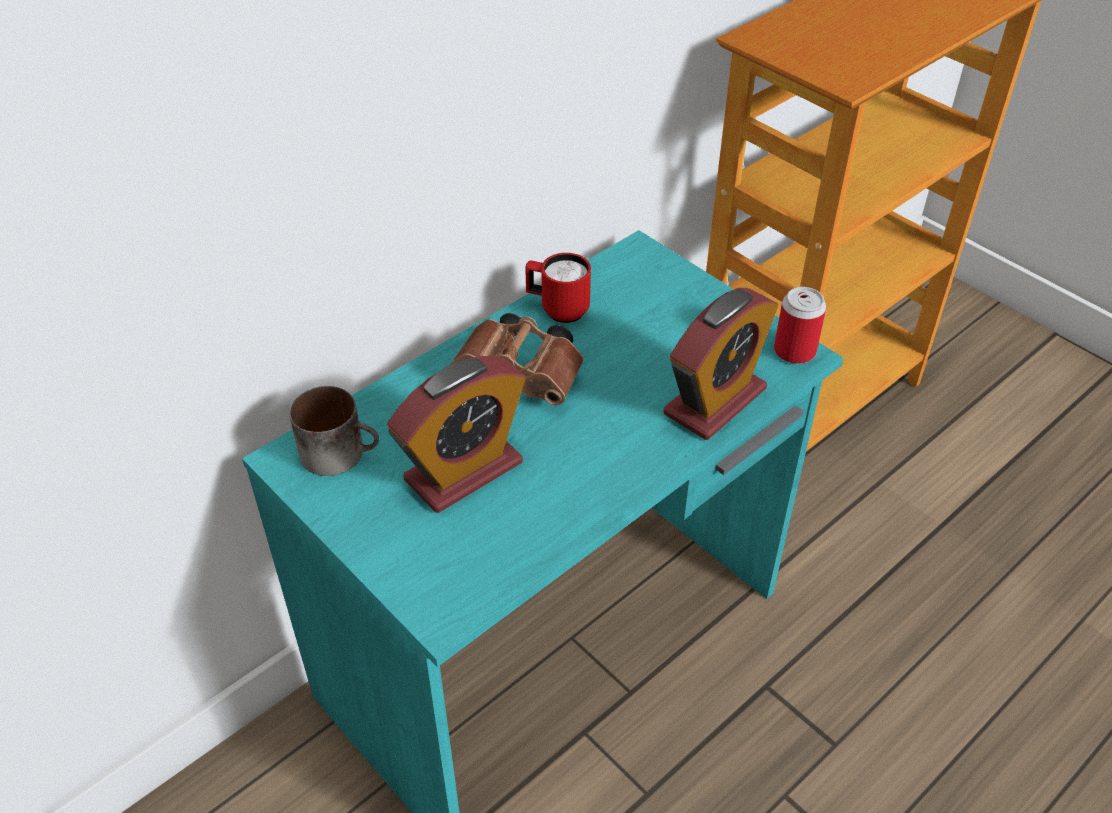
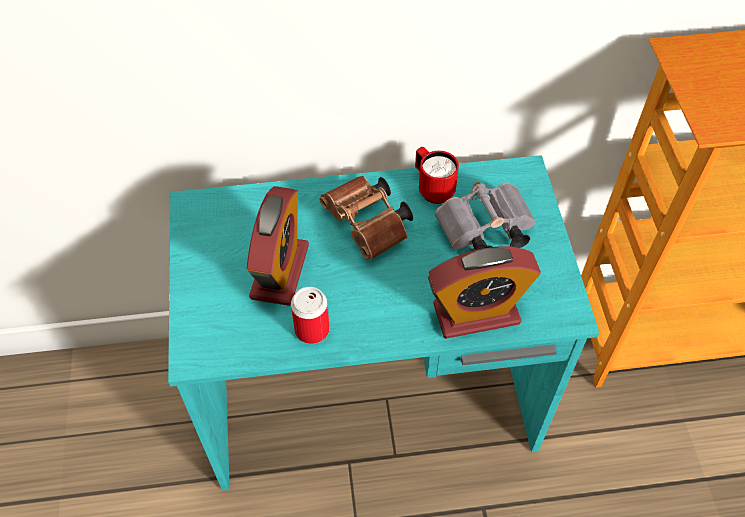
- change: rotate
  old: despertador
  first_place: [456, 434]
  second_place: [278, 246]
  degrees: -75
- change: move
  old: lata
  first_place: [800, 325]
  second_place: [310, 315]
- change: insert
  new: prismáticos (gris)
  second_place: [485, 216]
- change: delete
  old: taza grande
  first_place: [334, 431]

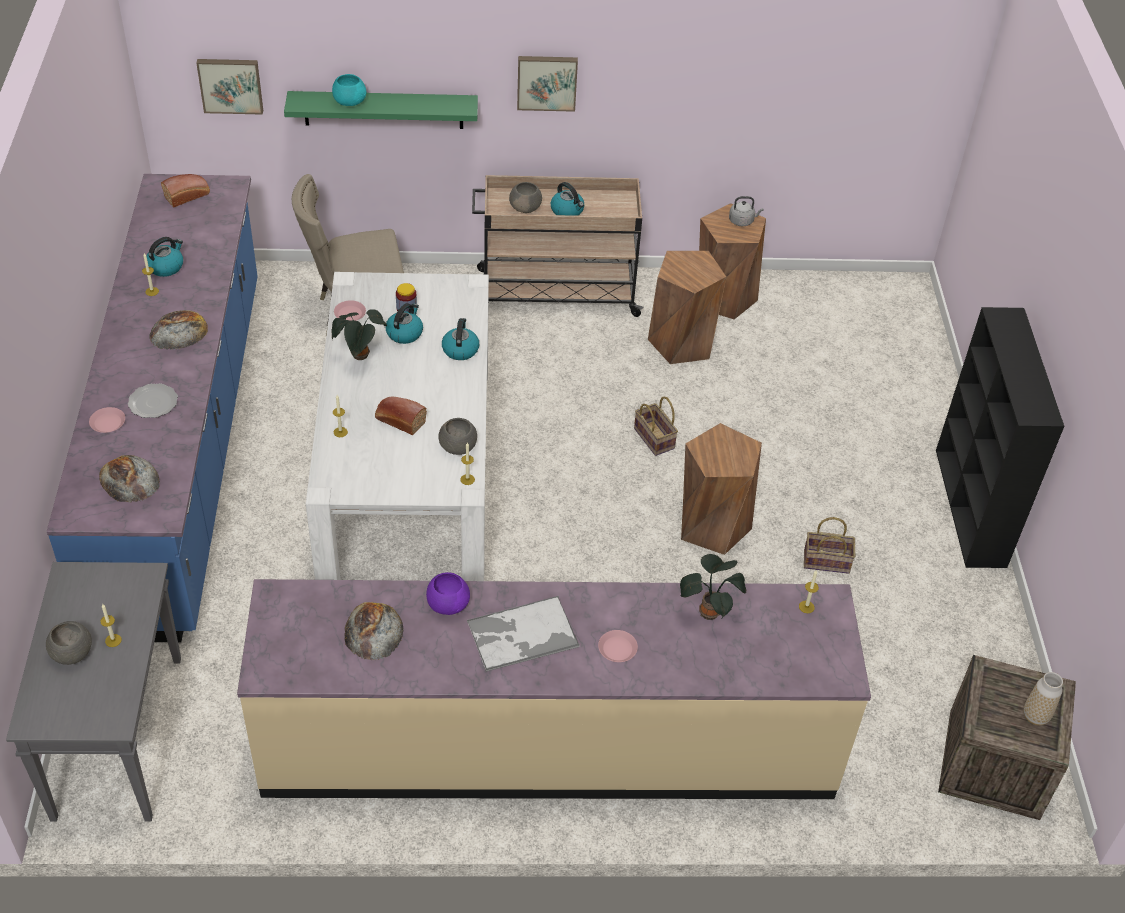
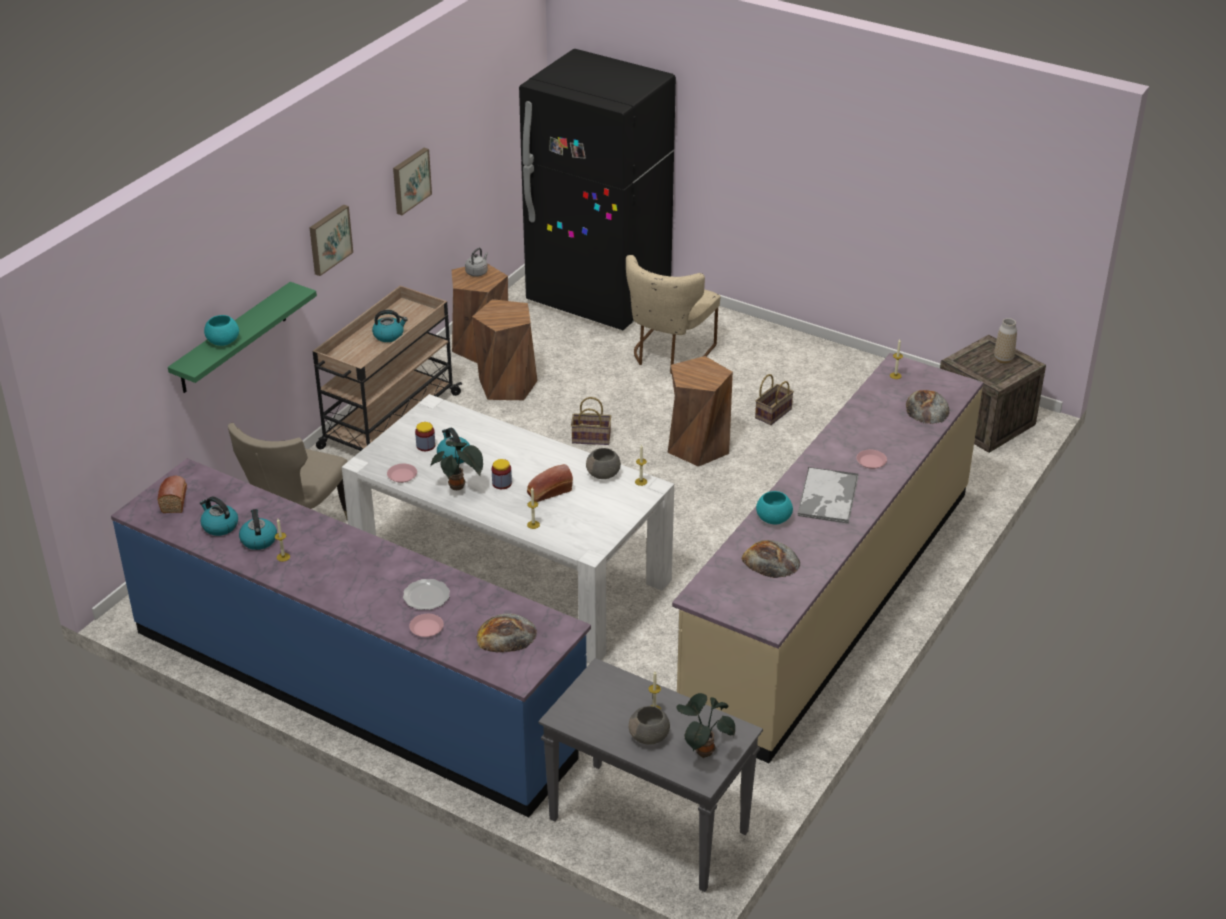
- change: move
  old: hervidor
  first_place: [460, 339]
  second_place: [219, 516]
- change: move
  old: cuadro
  first_place: [229, 87]
  second_place: [412, 181]
- change: insert
  new: tarro
  second_place: [502, 474]
- change: insert
  new: nevera (negro)
  second_place: [597, 189]
- change: insert
  new: silla (beis)
  second_place: [673, 314]
- change: move
  old: planta en maceta
  first_place: [713, 587]
  second_place: [705, 725]
- change: recolor
  old: cuenco (morado)
  new: cuenco (turquesa)
  first_place: [448, 593]
  second_place: [774, 508]
- change: move
  old: pan
  first_place: [178, 330]
  second_place: [927, 407]
- change: delete
  old: cuenco (gris)
  first_place: [525, 197]
- change: delete
  old: estantería (negro)
  first_place: [1000, 437]

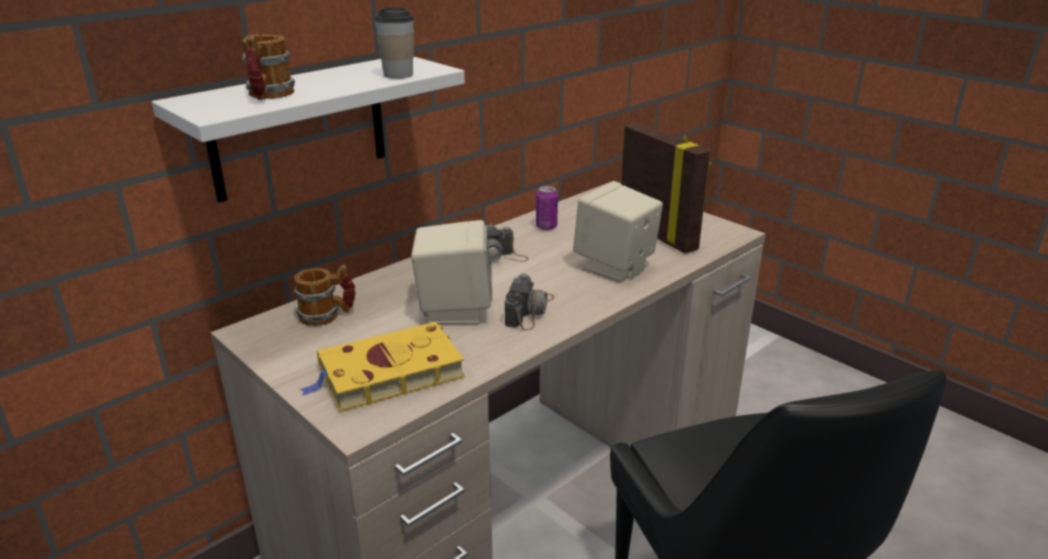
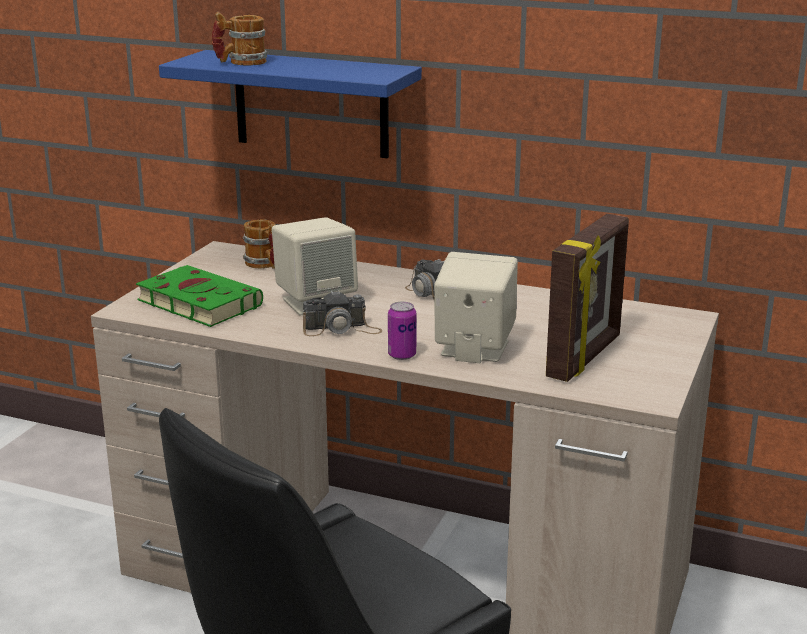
- change: recolor
  old: libro (amarillo)
  new: libro (verde)
  first_place: [382, 366]
  second_place: [199, 296]
- change: recolor
  old: estante (blanco)
  new: estante (azul)
  first_place: [308, 130]
  second_place: [290, 104]
- change: move
  old: lata
  first_place: [547, 208]
  second_place: [402, 331]
- change: delete
  old: taza
  first_place: [394, 43]

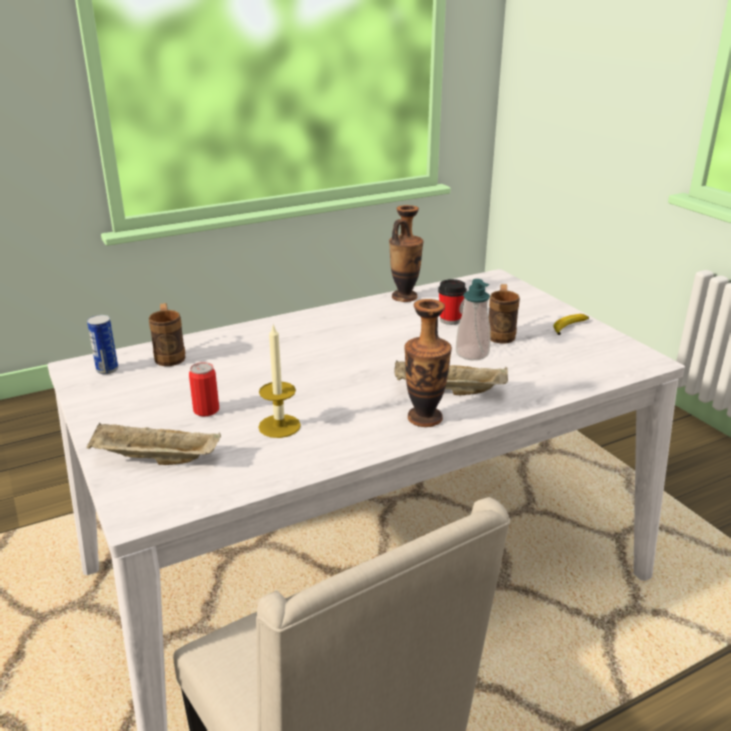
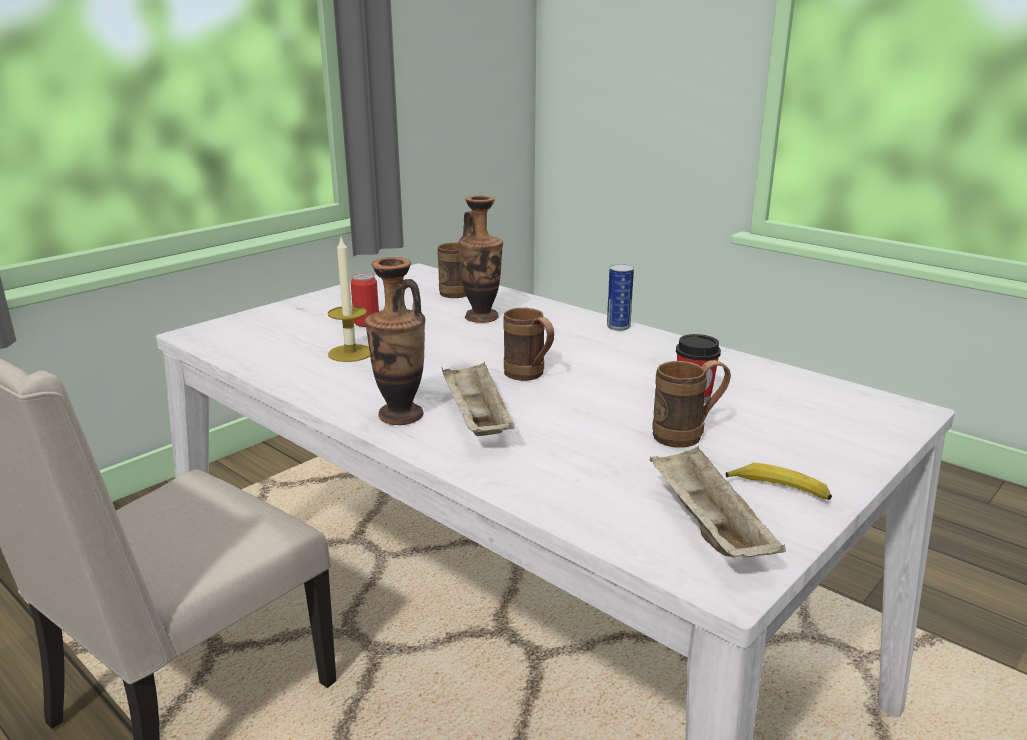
- change: move
  old: florero
  first_place: [406, 253]
  second_place: [480, 259]
- change: insert
  new: taza grande (marrón)
  second_place: [528, 344]
- change: move
  old: lata
  first_place: [102, 344]
  second_place: [620, 297]
- change: move
  old: bandeja (beis)
  first_place: [154, 444]
  second_place: [718, 502]
- change: delete
  old: dispensador de jabón
  first_place: [473, 319]

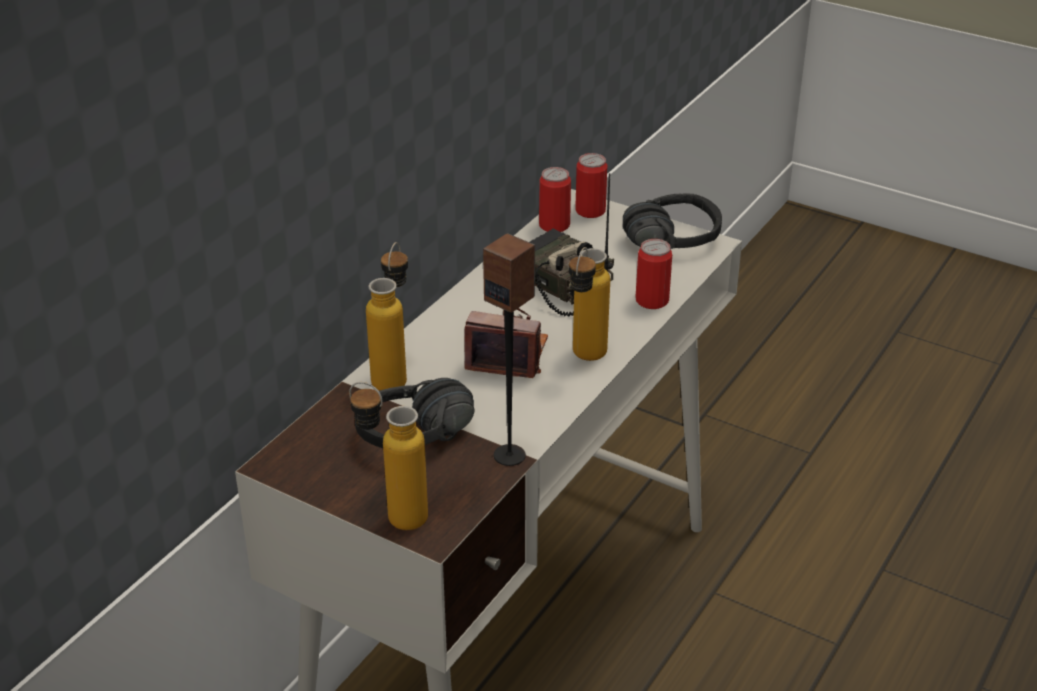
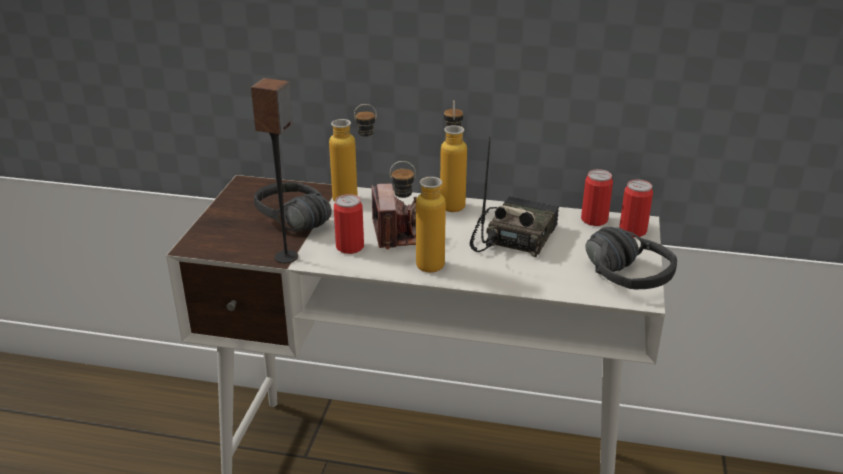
- change: move
  old: lata
  first_place: [653, 274]
  second_place: [349, 224]
- change: move
  old: botella
  first_place: [388, 456]
  second_place: [453, 156]

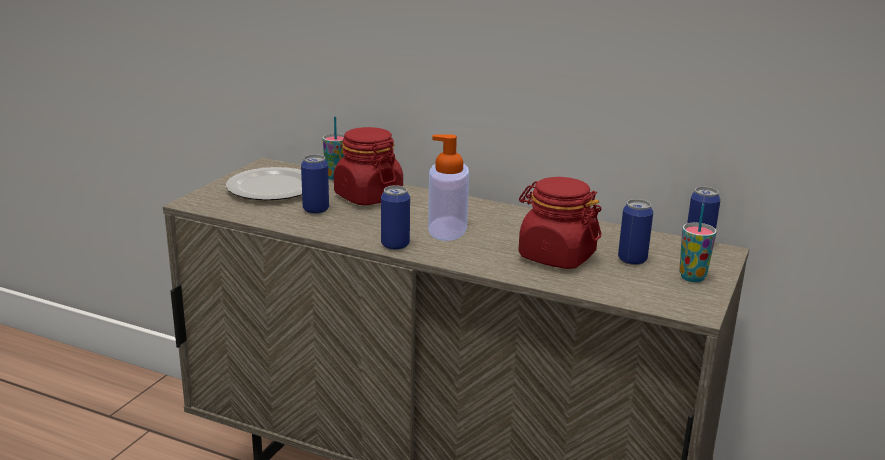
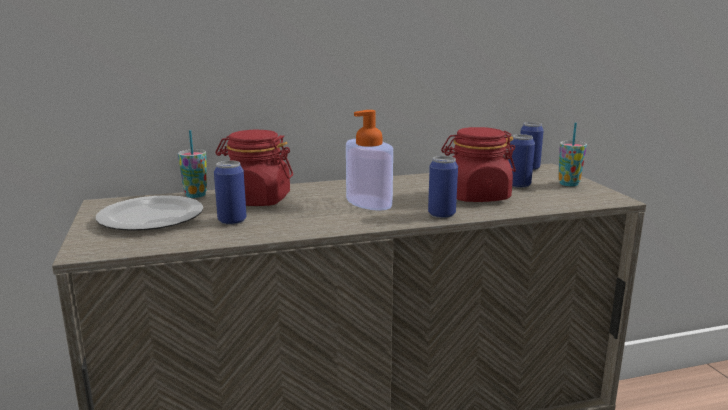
- change: move
  old: lata
  first_place: [395, 217]
  second_place: [443, 187]

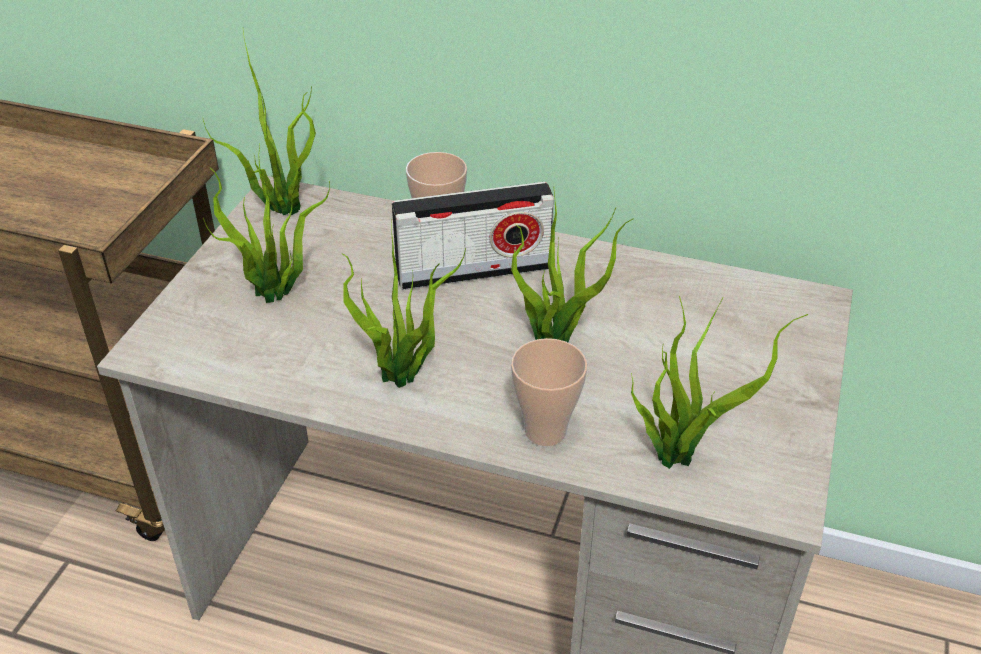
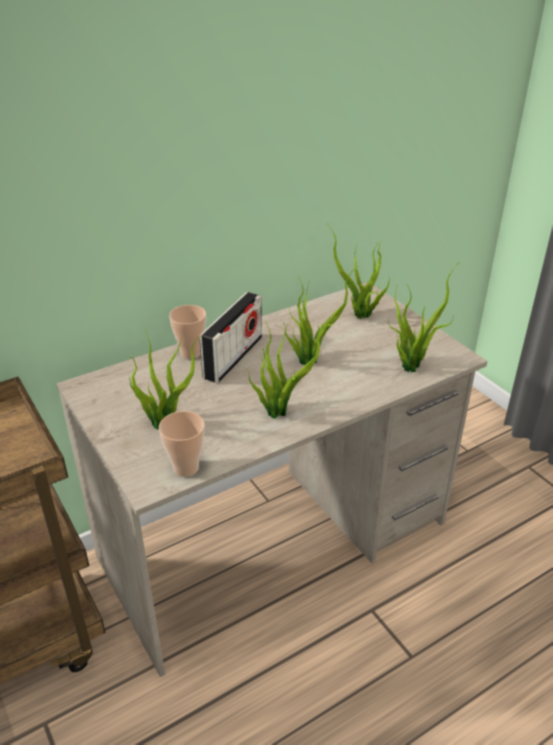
- change: move
  old: taza
  first_place: [549, 392]
  second_place: [182, 444]
- change: move
  old: planta en maceta
  first_place: [259, 123]
  second_place: [359, 272]

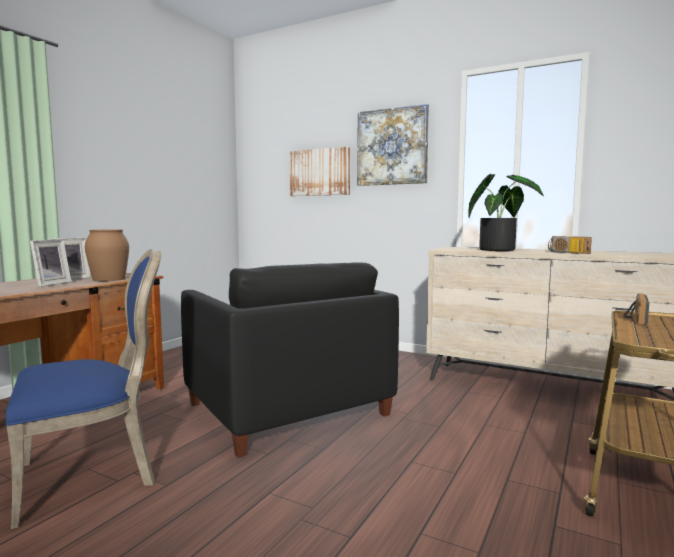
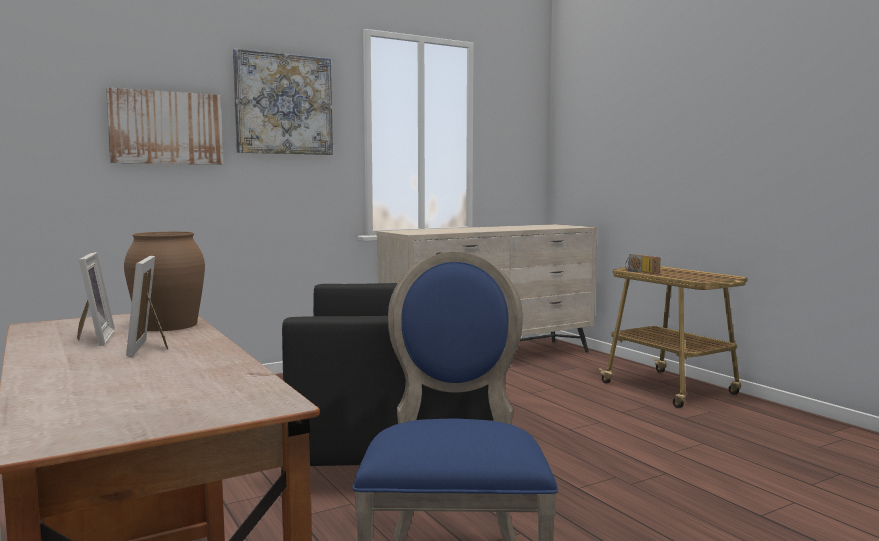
- change: rotate
  old: portarretratos
  first_place: [50, 263]
  second_place: [147, 306]
  degrees: -150
- change: delete
  old: planta en maceta
  first_place: [506, 212]
- change: delete
  old: radio
  first_place: [570, 245]

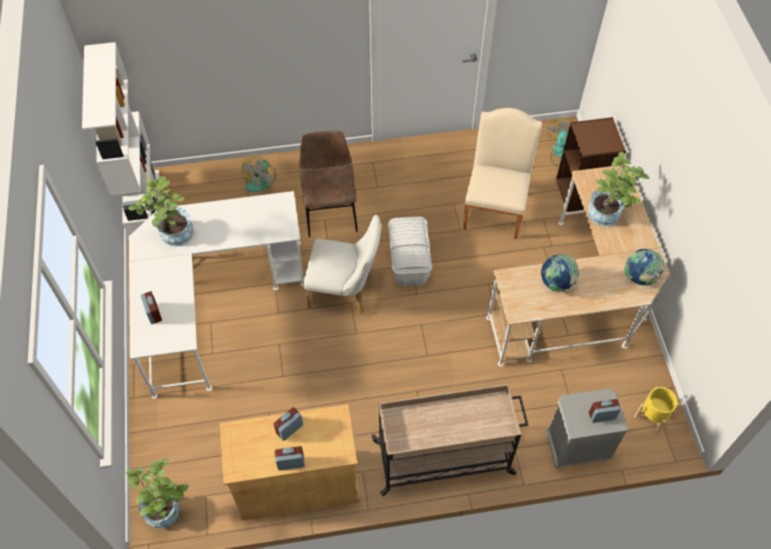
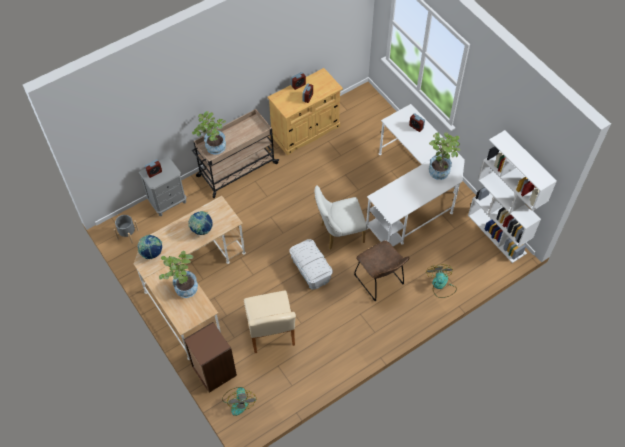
- change: recolor
  old: maceta (amarillo)
  new: maceta (gris)
  first_place: [656, 410]
  second_place: [126, 229]
- change: move
  old: planta en maceta
  first_place: [157, 493]
  second_place: [209, 133]

